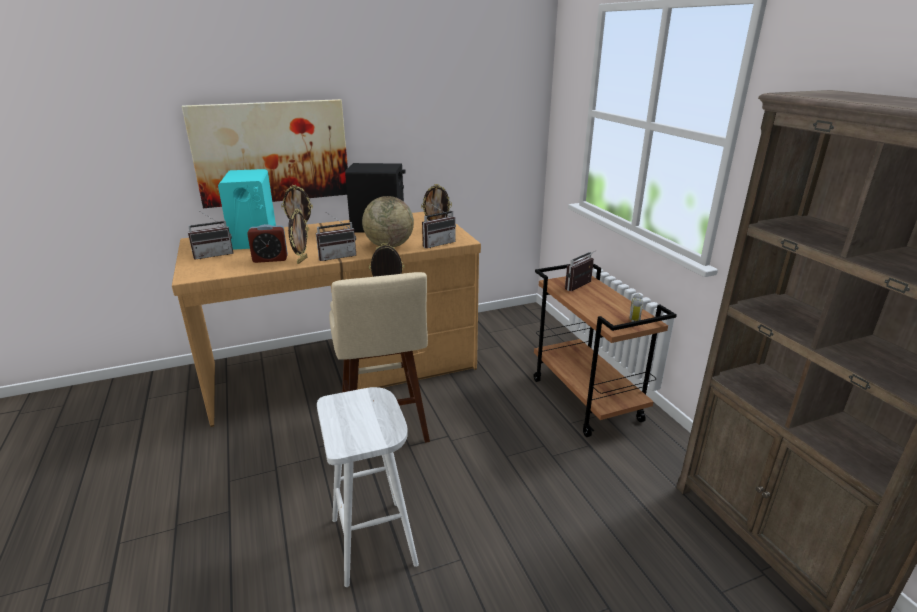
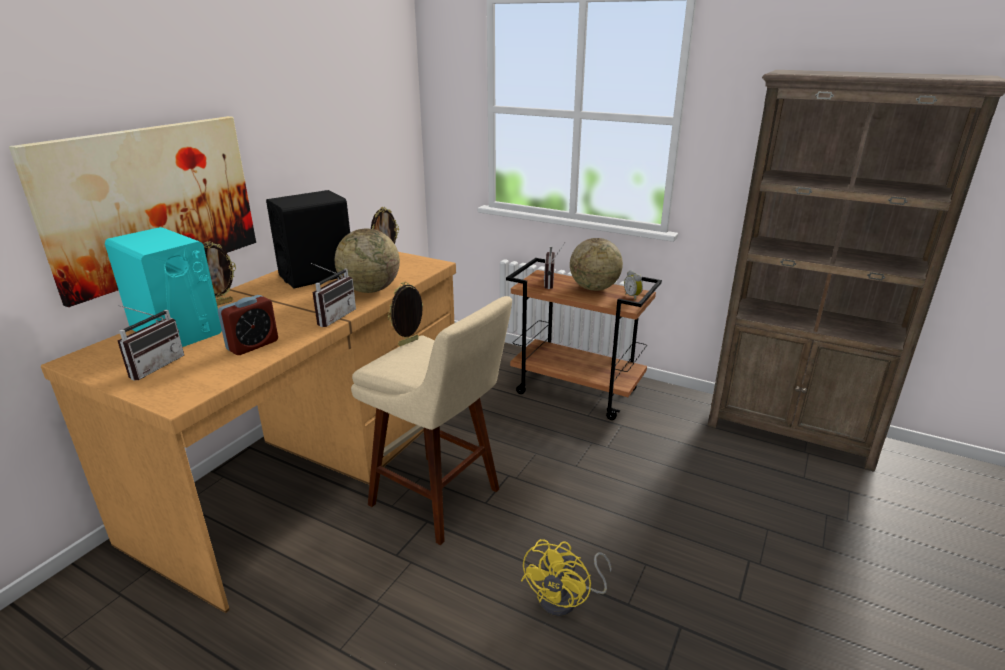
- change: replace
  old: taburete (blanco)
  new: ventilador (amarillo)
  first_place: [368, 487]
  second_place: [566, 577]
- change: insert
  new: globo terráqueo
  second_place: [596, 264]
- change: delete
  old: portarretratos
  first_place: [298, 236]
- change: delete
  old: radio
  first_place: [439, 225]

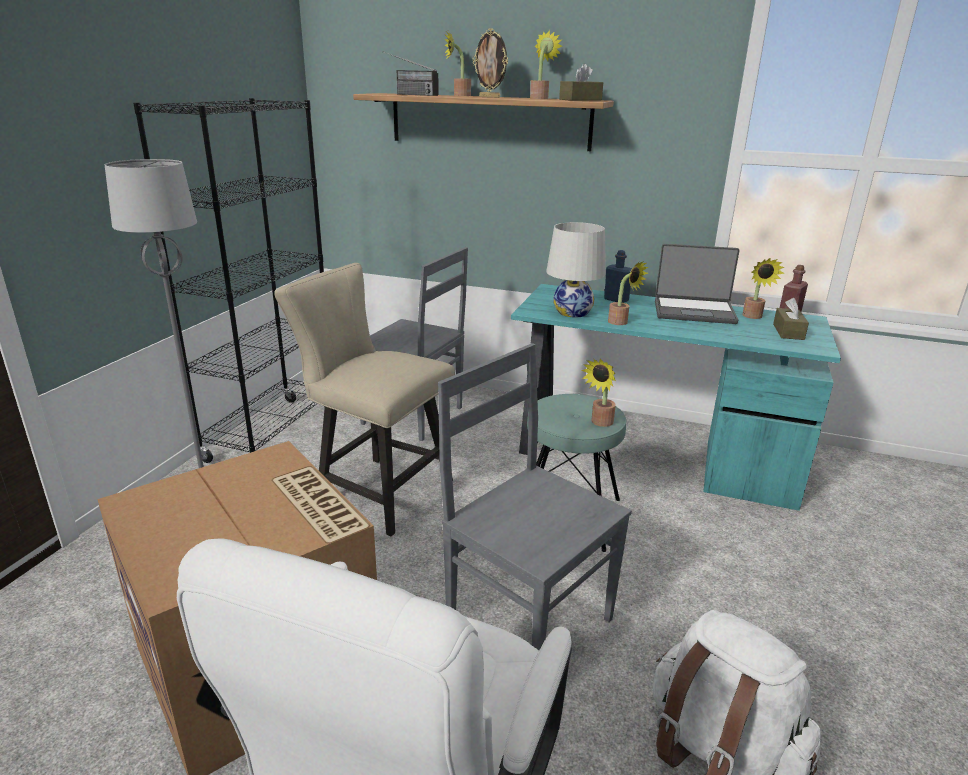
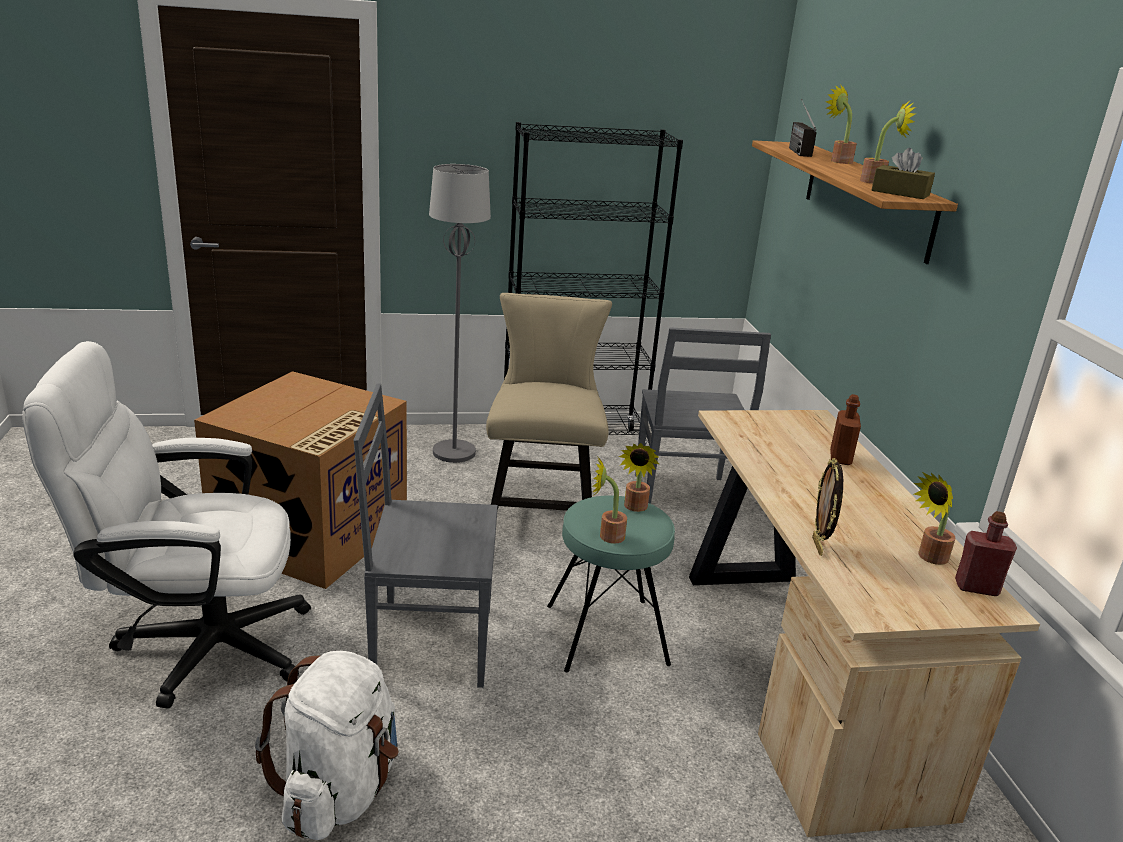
- change: rotate
  old: silla (gris)
  first_place: [535, 496]
  second_place: [426, 535]
  degrees: -105
- change: move
  old: planta en maceta
  first_place: [628, 293]
  second_place: [639, 477]
- change: recolor
  old: escritorio (turquesa)
  new: escritorio (beis)
  first_place: [676, 397]
  second_place: [864, 623]
- change: move
  old: portarretratos
  first_place: [490, 63]
  second_place: [827, 507]
- change: recolor
  old: botella (azul)
  new: botella (marrón)
  first_place: [618, 276]
  second_place: [845, 429]
- change: delete
  old: lámpara de mesa (blanco)
  first_place: [576, 269]
- change: delete
  old: portátil
  first_place: [697, 284]
- change: delete
  old: caja de pañuelos (marrón)
  first_place: [791, 319]

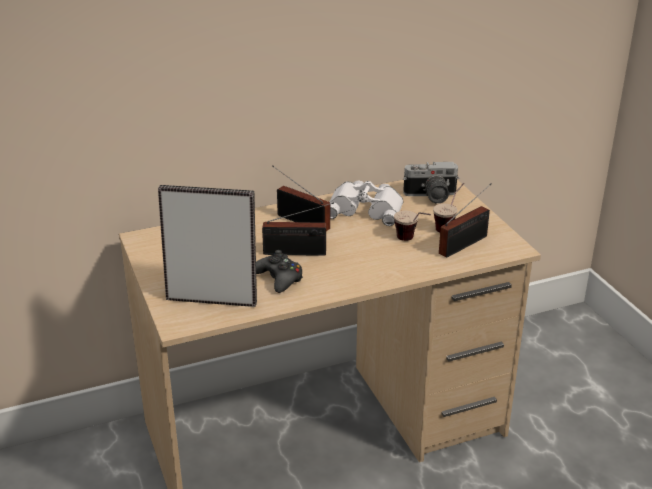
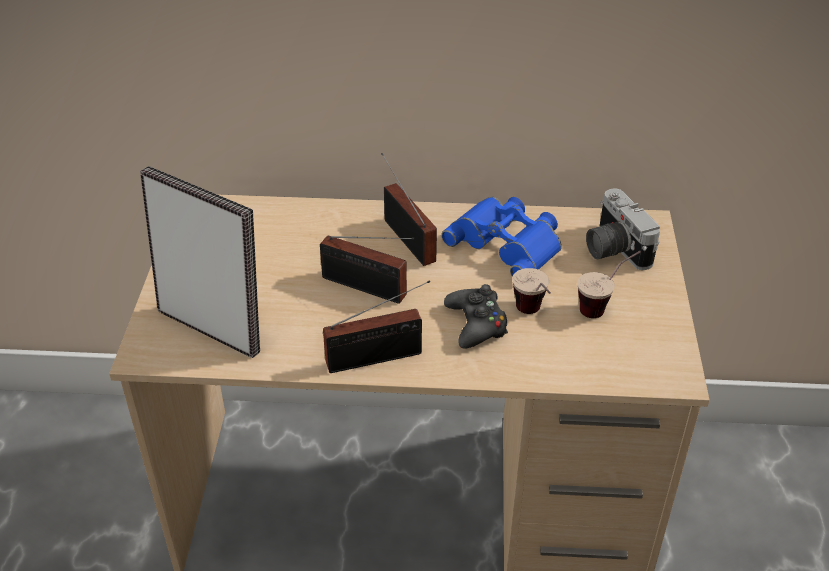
- change: move
  old: radio
  first_place: [465, 220]
  second_place: [376, 326]
- change: recolor
  old: prismáticos (blanco)
  new: prismáticos (azul)
  first_place: [366, 203]
  second_place: [501, 236]
- change: move
  old: mando de consola (negro)
  first_place: [279, 271]
  second_place: [476, 316]
- change: rotate
  old: cámara
  first_place: [431, 183]
  second_place: [623, 229]
  degrees: 45

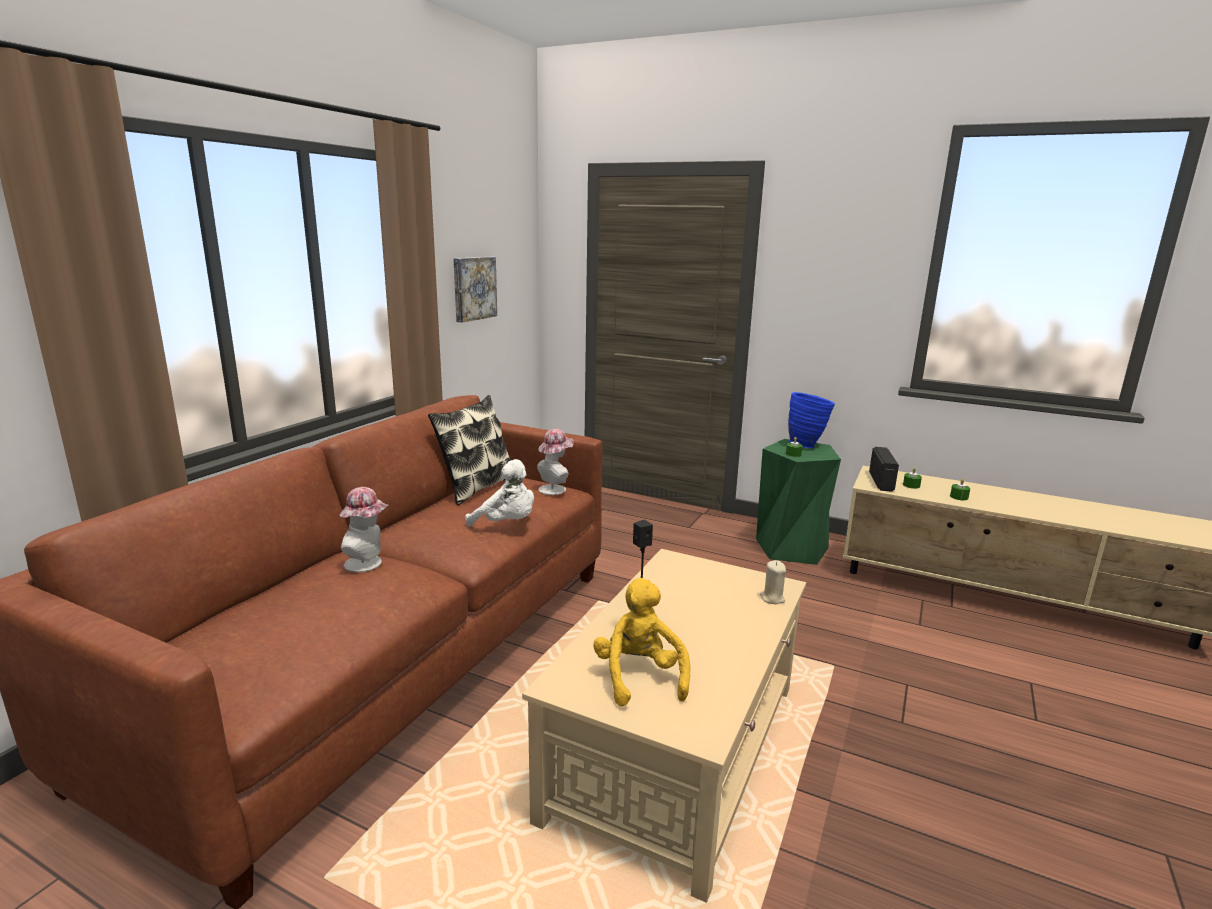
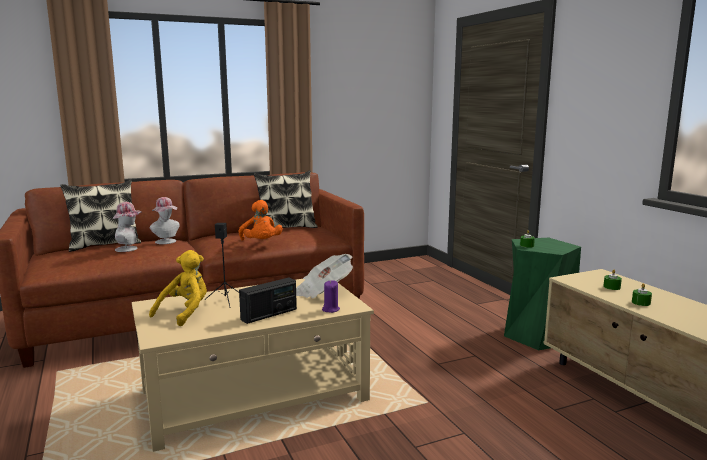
- change: insert
  new: cojín
  second_place: [100, 216]
- change: move
  old: sombrero
  first_place: [555, 462]
  second_place: [127, 227]
- change: recolor
  old: peluche (blanco)
  new: peluche (naranja)
  first_place: [499, 493]
  second_place: [261, 220]
- change: move
  old: radio
  first_place: [884, 469]
  second_place: [268, 301]
- change: insert
  new: periódico
  second_place: [324, 276]
- change: recolor
  old: vela (beis)
  new: vela (morado)
  first_place: [773, 582]
  second_place: [331, 296]
- change: delete
  old: cuadro
  first_place: [475, 290]
- change: delete
  old: florero (azul)
  first_place: [811, 420]

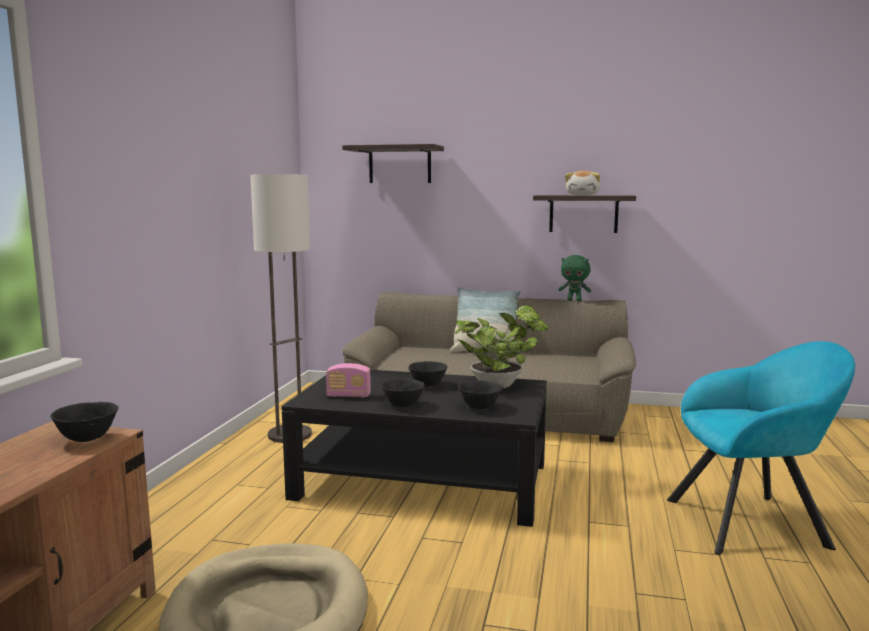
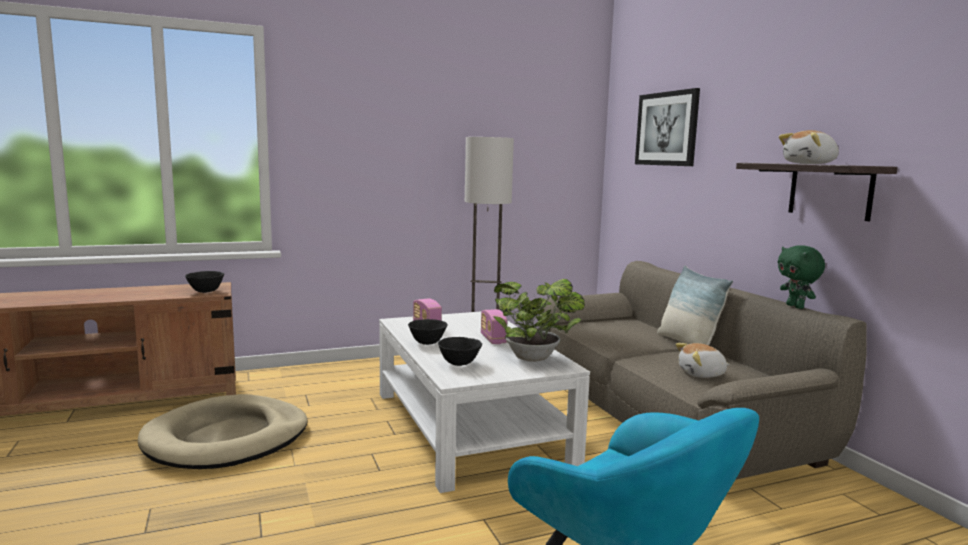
- change: recolor
  old: mesa de centro (negro)
  new: mesa de centro (blanco)
  first_place: [414, 448]
  second_place: [484, 402]
- change: replace
  old: cuenco (negro)
  new: radio
  first_place: [428, 374]
  second_place: [494, 326]
- change: replace
  old: estante
  new: cuadro
  first_place: [393, 163]
  second_place: [667, 127]
- change: insert
  new: peluche
  second_place: [702, 360]

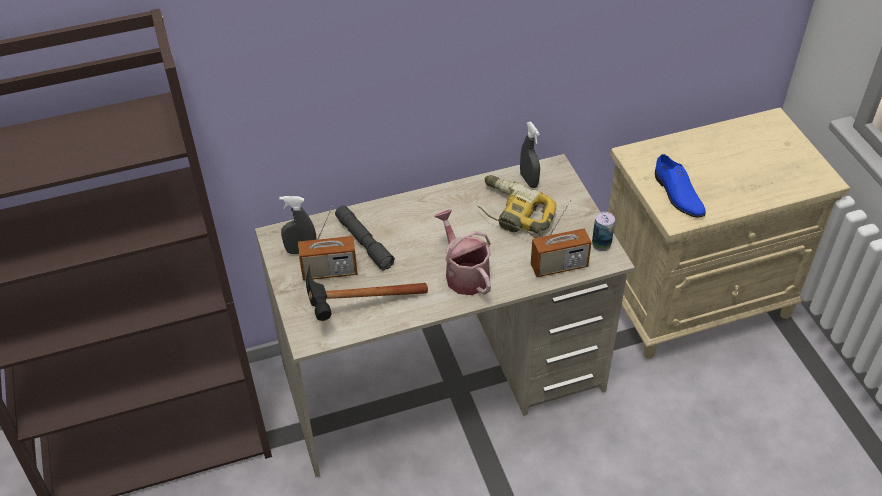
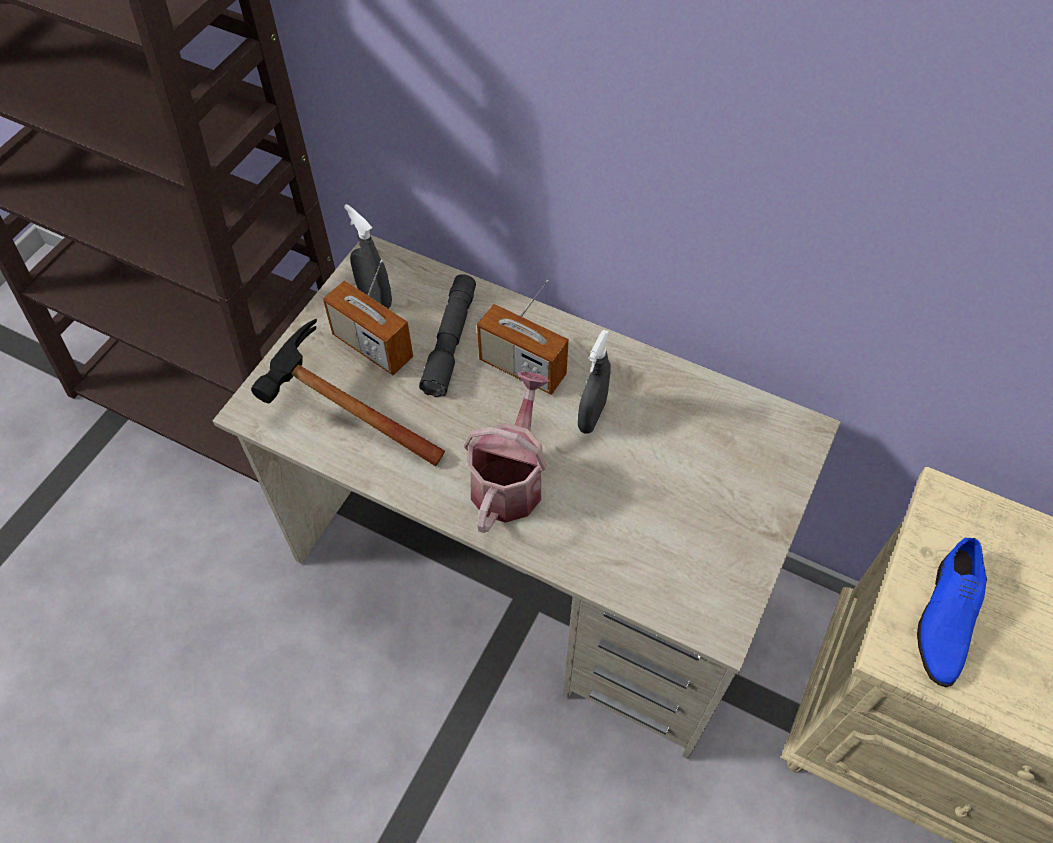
- change: move
  old: radio
  first_place: [561, 238]
  second_place: [523, 337]
- change: move
  old: pulverizador (gris)
  first_place: [530, 155]
  second_place: [594, 382]
- change: delete
  old: taladro
  first_place: [516, 206]
- change: delete
  old: lata
  first_place: [603, 231]

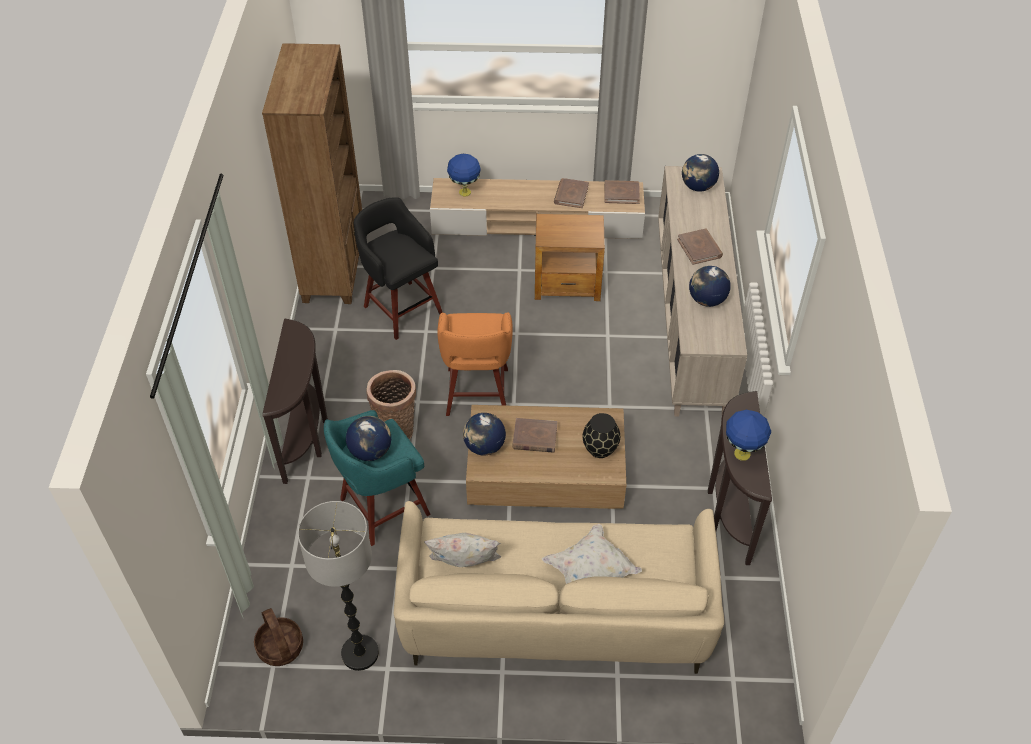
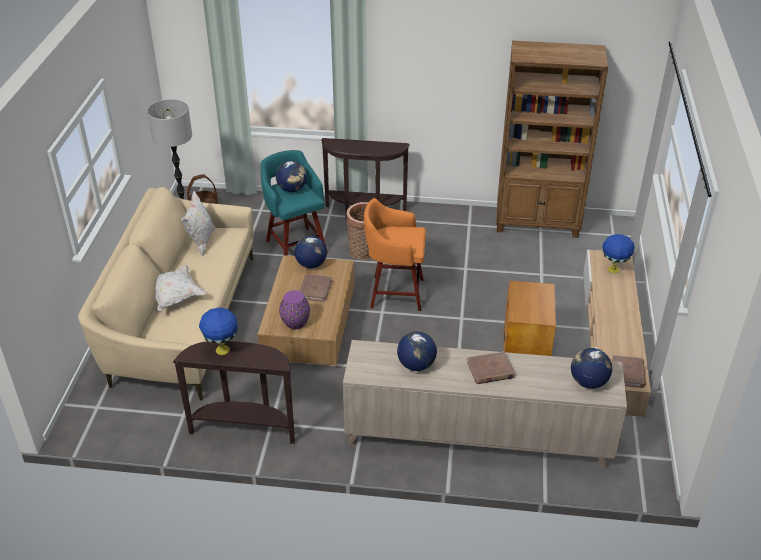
- change: recolor
  old: florero (negro)
  new: florero (morado)
  first_place: [601, 435]
  second_place: [294, 309]
- change: delete
  old: taburete (negro)
  first_place: [398, 268]
- change: delete
  old: libro (marrón)
  first_place: [571, 193]

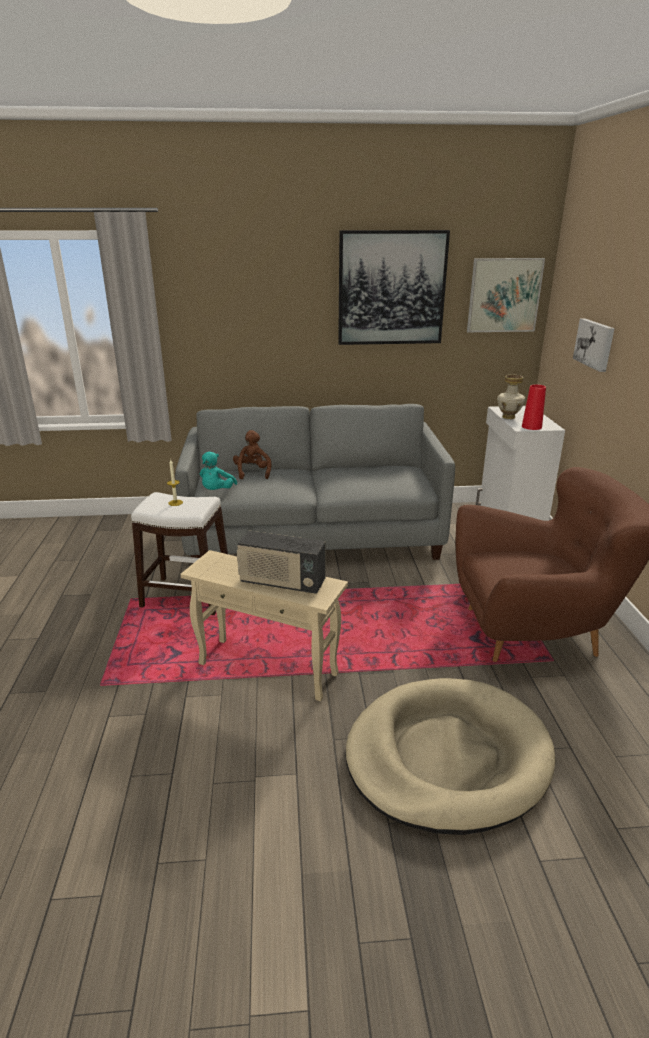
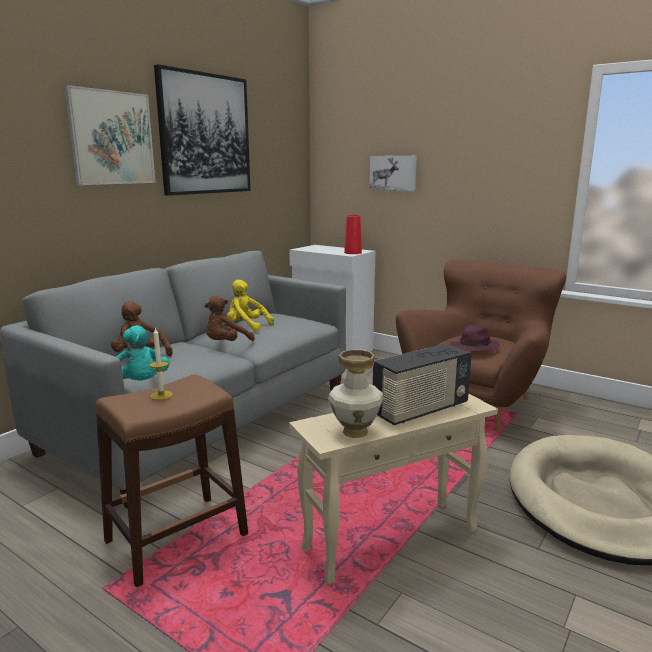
- change: move
  old: cuadro
  first_place: [506, 295]
  second_place: [110, 135]
- change: recolor
  old: taburete (blanco)
  new: taburete (marrón)
  first_place: [179, 553]
  second_place: [171, 480]
- change: insert
  new: peluche (marrón)
  second_place: [230, 318]
- change: insert
  new: peluche (amarillo)
  second_place: [250, 306]
- change: move
  old: florero
  first_place: [511, 397]
  second_place: [356, 394]
- change: insert
  new: sombrero (morado)
  second_place: [475, 338]

